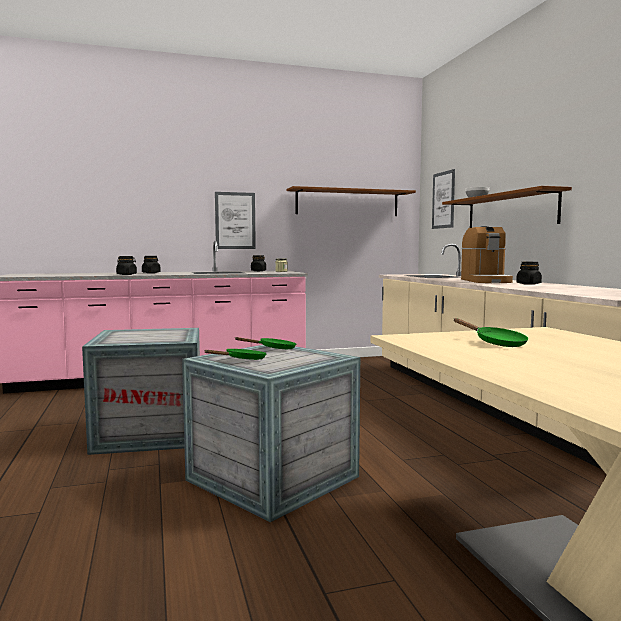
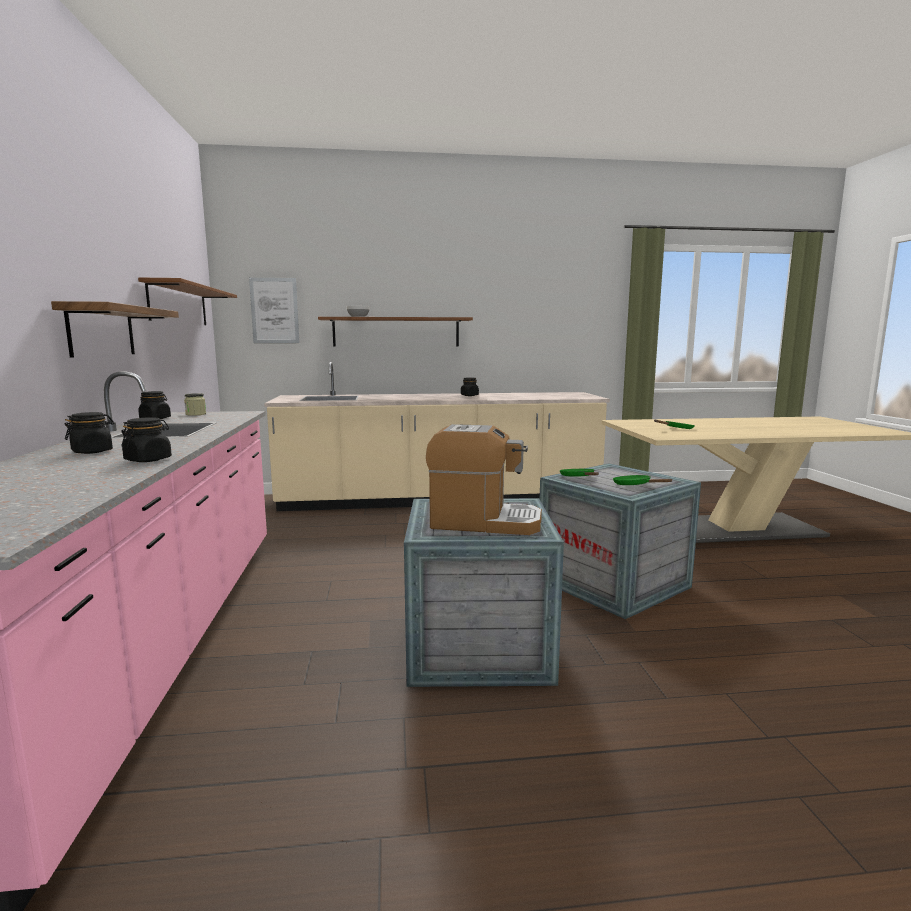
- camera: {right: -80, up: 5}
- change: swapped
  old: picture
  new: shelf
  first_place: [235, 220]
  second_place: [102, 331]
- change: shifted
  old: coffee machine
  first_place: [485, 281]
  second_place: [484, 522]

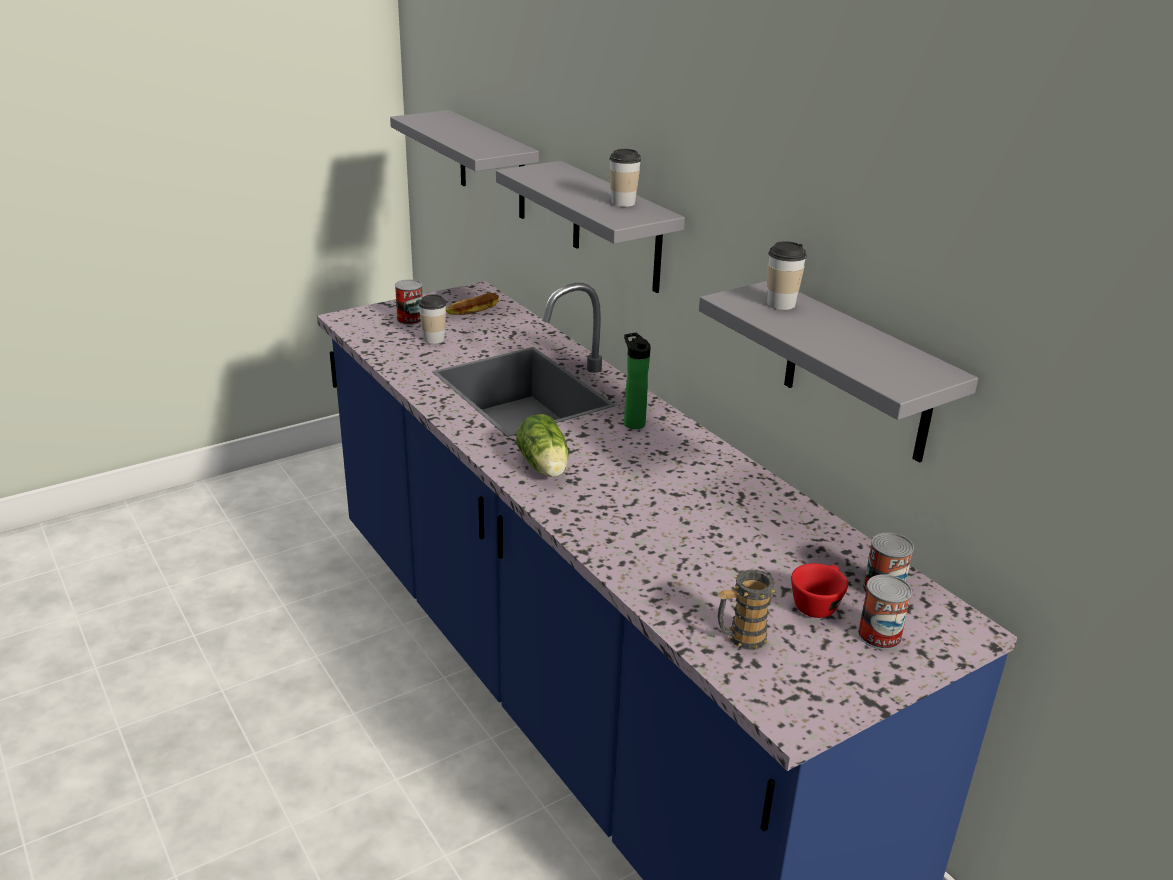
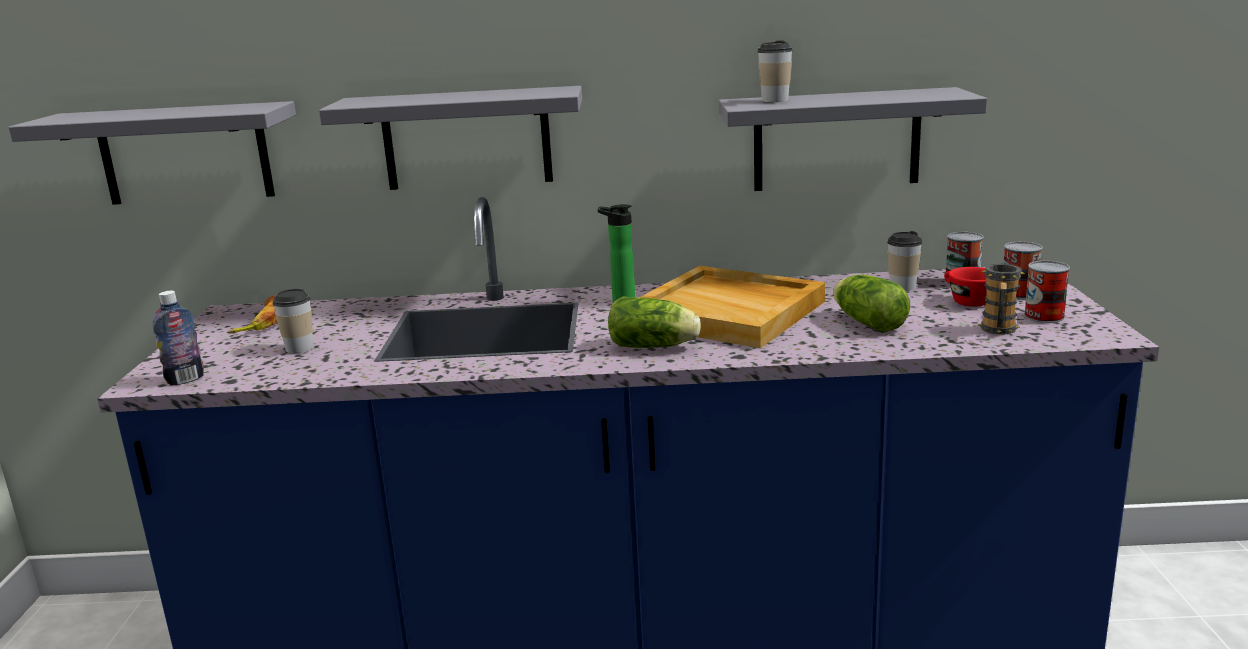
- camera: {right: -55, up: -10}
- change: shifted
  old: can
  first_place: [410, 319]
  second_place: [1044, 316]
- change: shifted
  old: cup
  first_place: [623, 203]
  second_place: [902, 287]
- change: new
  new: bottle
  second_place: [185, 379]
- change: new
  new: beige tray
  second_place: [729, 312]
- change: new
  new: lettuce
  second_place: [866, 322]

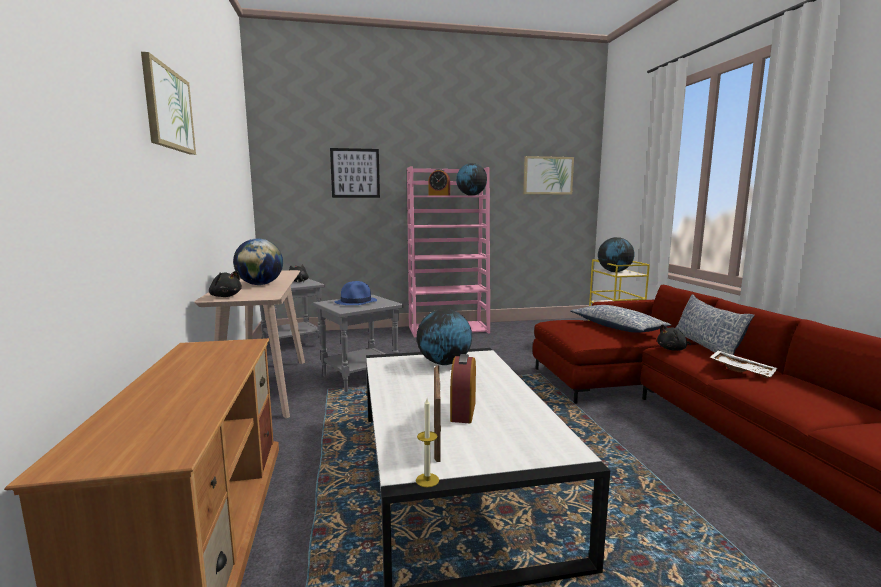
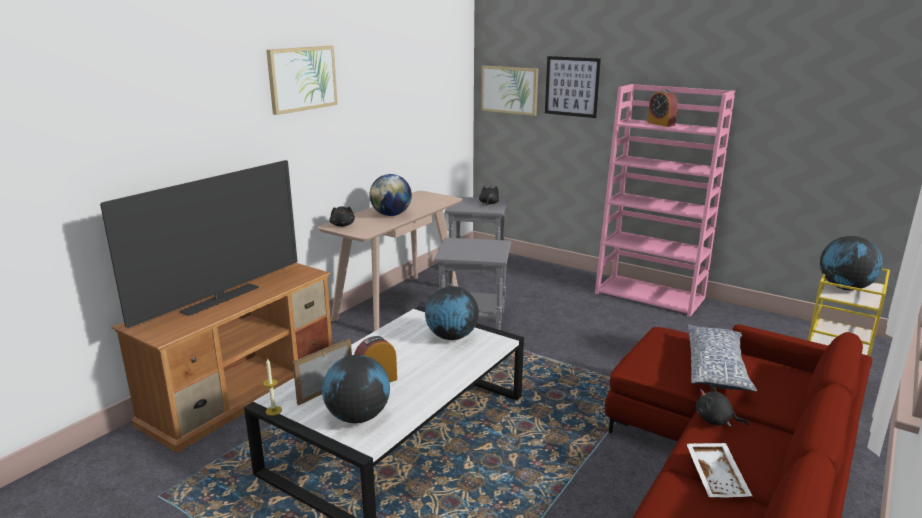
- camera: {right: 45, up: 10}
- change: gone
  old: blue hat
  first_place: [356, 302]
- change: shifted
  old: globe
  first_place: [471, 195]
  second_place: [358, 417]
- change: shifted
  old: picture
  first_place: [548, 175]
  second_place: [509, 90]
- change: gone
  old: pillow
  first_place: [706, 345]
- change: new
  new: television
  second_place: [221, 299]

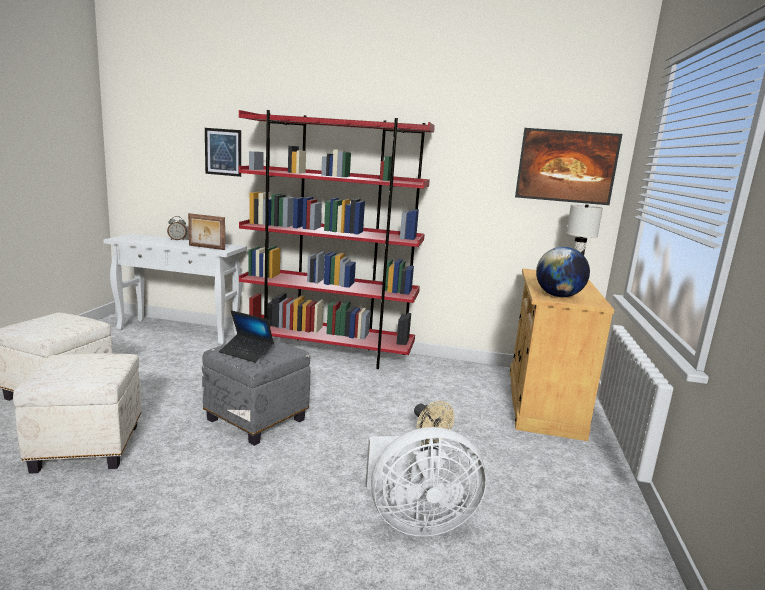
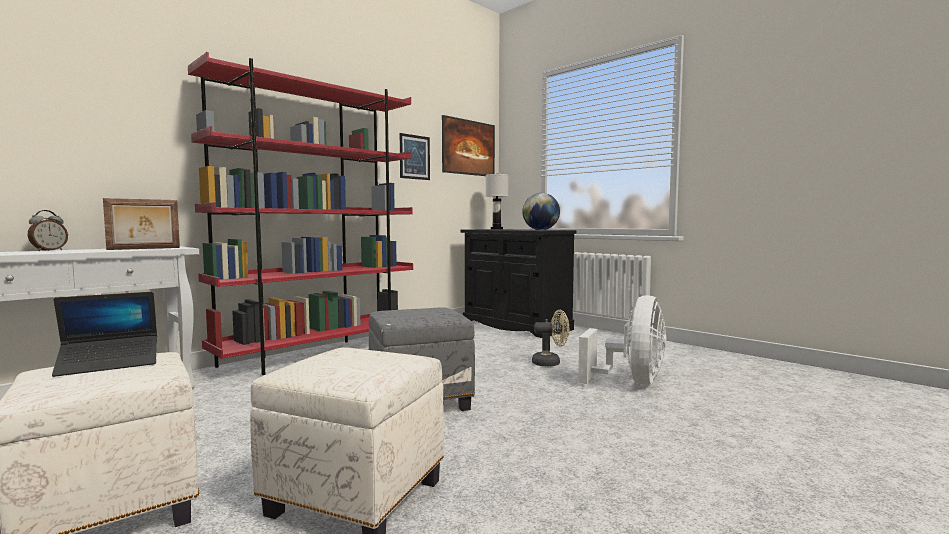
- camera: {right: -55, up: -10}
- change: shifted
  old: picture
  first_place: [223, 152]
  second_place: [414, 157]
- change: shifted
  old: laptop
  first_place: [246, 352]
  second_place: [109, 363]
- change: repainted
  old: beige cabinet
  new: black cabinet
  first_place: [543, 402]
  second_place: [515, 325]

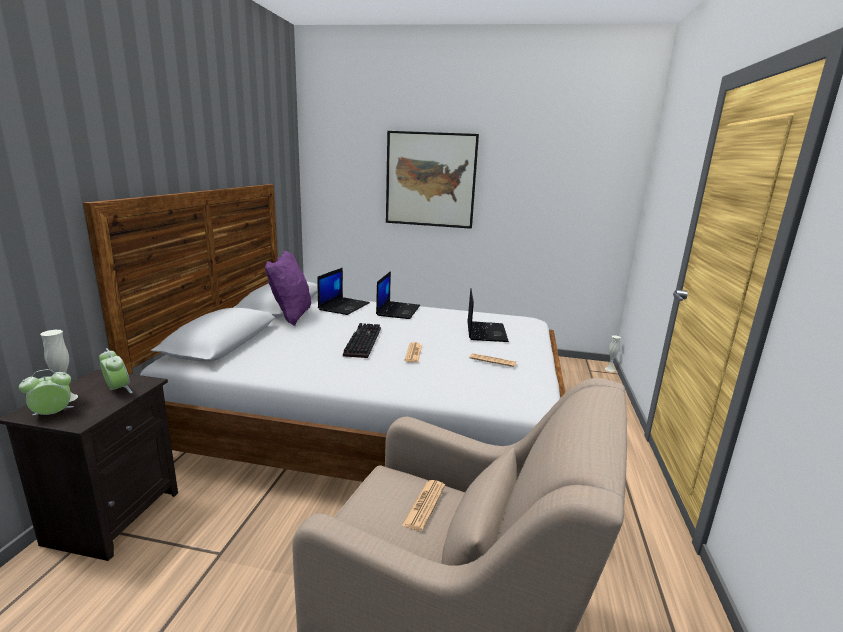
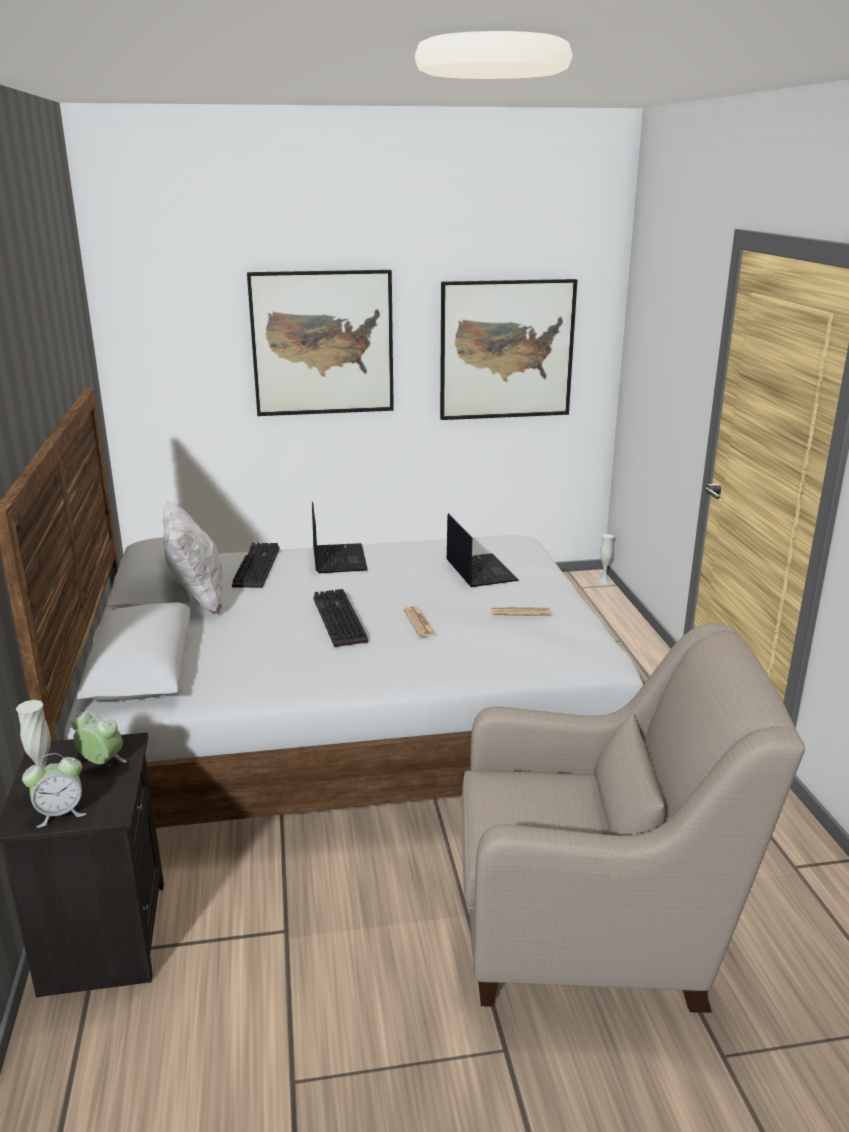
- camera: {right: -20, up: 5}
- change: rotated
  old: alarm clock
  first_place: [53, 414]
  second_place: [60, 813]
  degrees: -150
- change: repainted
  old: purple pillow
  new: white pillow
  first_place: [291, 317]
  second_place: [197, 600]
- change: swapped
  old: laptop
  new: keyboard
  first_place: [344, 306]
  second_place: [255, 566]
- change: gone
  old: newspaper
  first_place: [424, 505]
- change: new
  new: picture
  second_place: [506, 349]

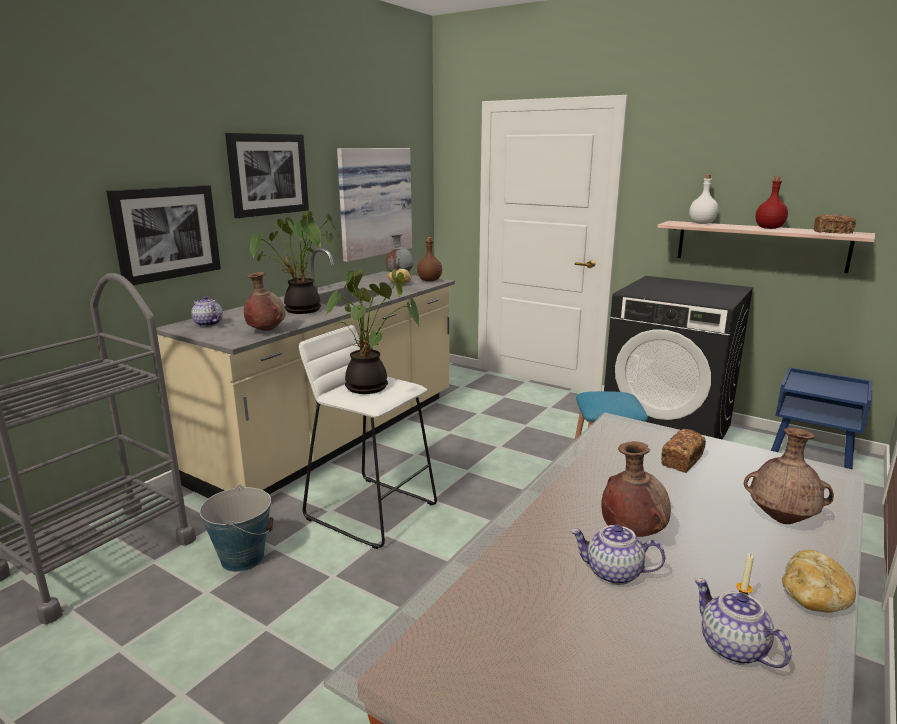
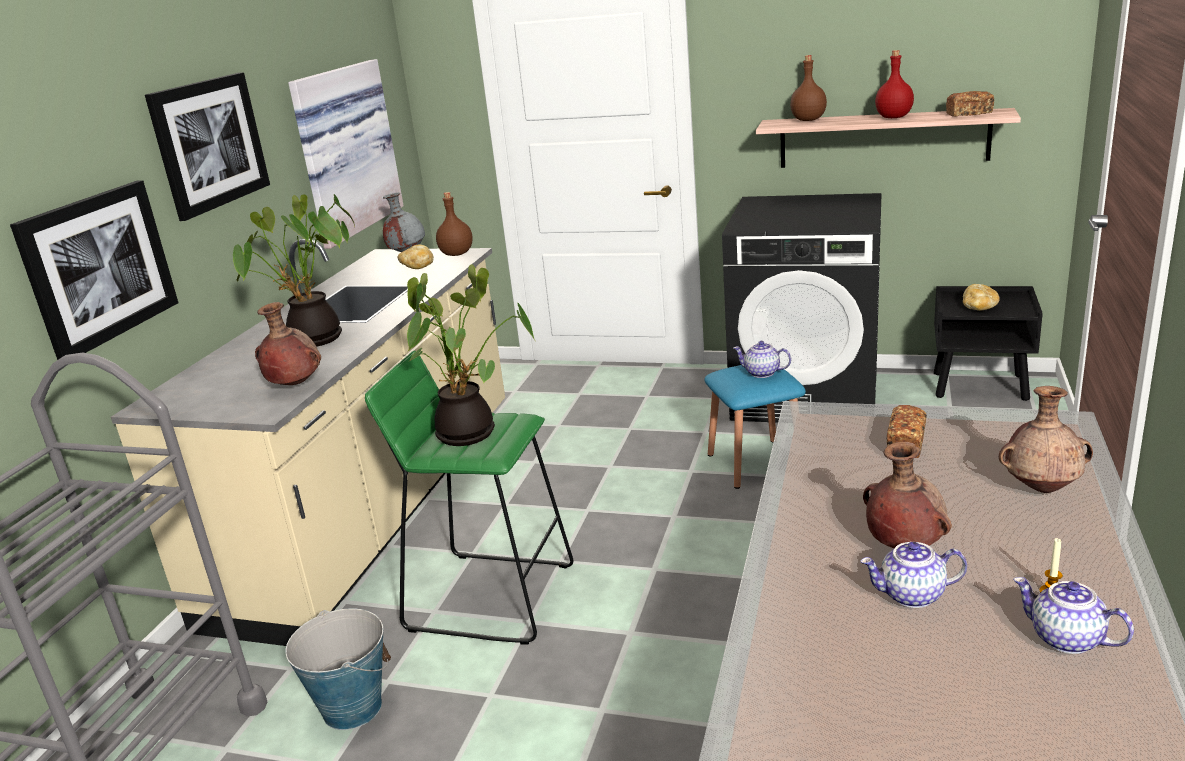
- camera: {right: -15, up: 5}
- change: shifted
  old: teapot
  first_place: [208, 324]
  second_place: [761, 373]
- change: repainted
  old: white stool
  new: green stool
  first_place: [371, 510]
  second_place: [490, 596]
- change: repainted
  old: white bottle
  new: brown bottle
  first_place: [701, 223]
  second_place: [808, 120]
- change: repainted
  old: blue nightstand
  new: black nightstand
  first_place: [813, 453]
  second_place: [981, 386]
- change: shifted
  old: bread
  first_place: [813, 598]
  second_place: [979, 307]

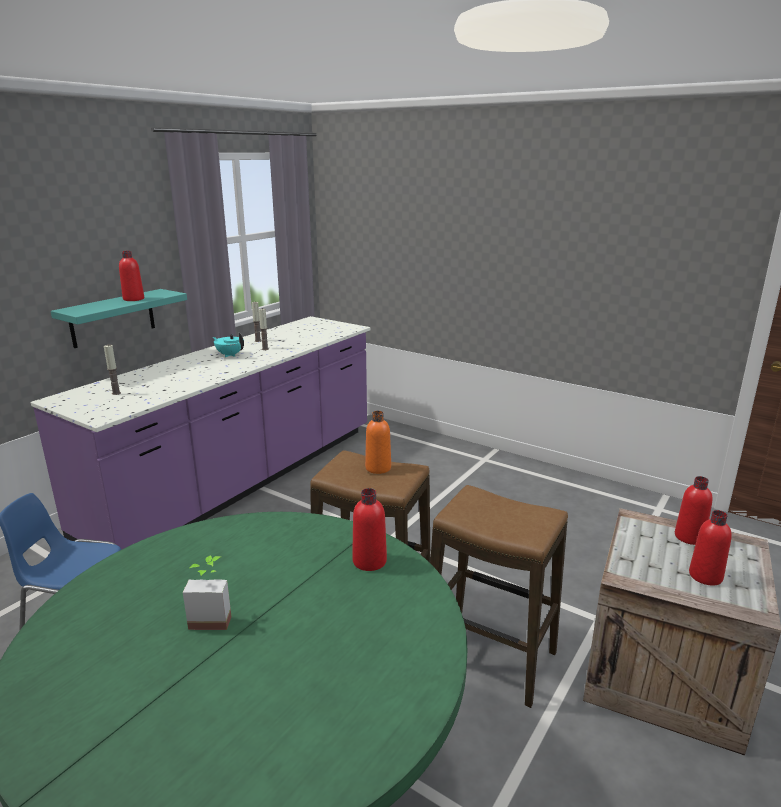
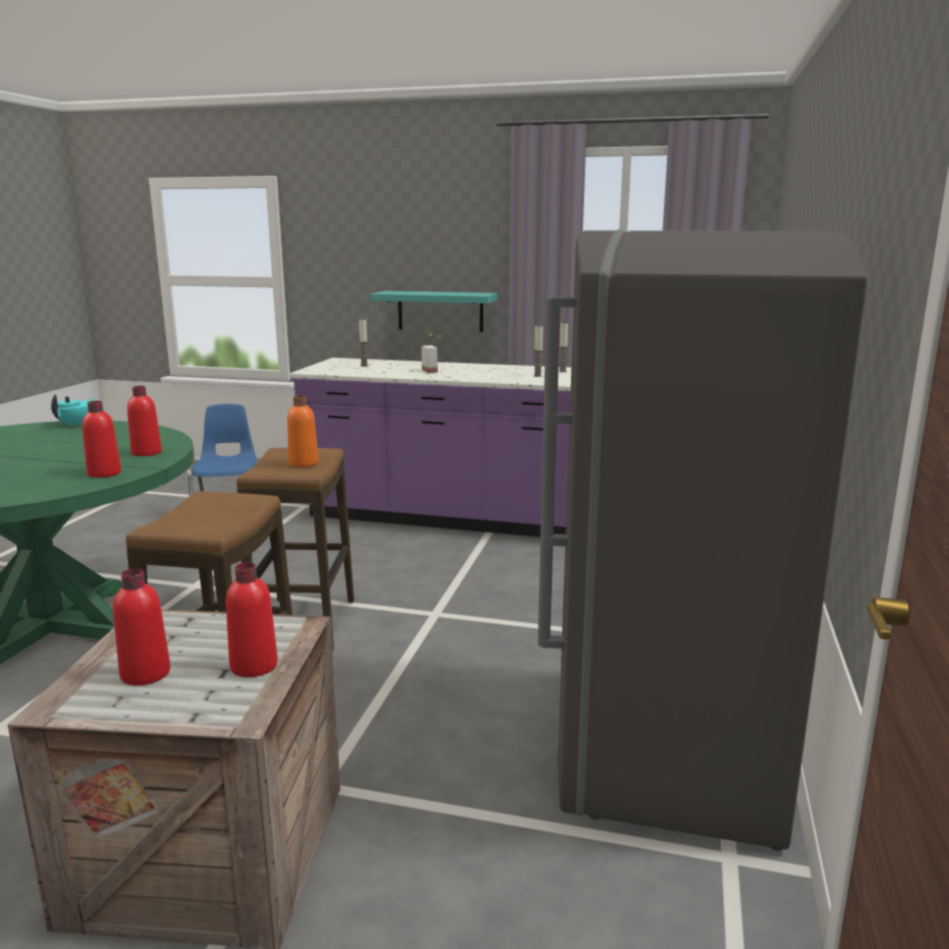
- camera: {right: 70, up: -5}
- change: shifted
  old: red bottle
  first_place: [133, 299]
  second_place: [146, 453]
- change: shifted
  old: potted plant
  first_place: [212, 617]
  second_place: [433, 371]
- change: shifted
  old: turquoise teapot
  first_place: [230, 355]
  second_place: [76, 424]
- change: new
  new: grey fridge
  second_place: [668, 750]

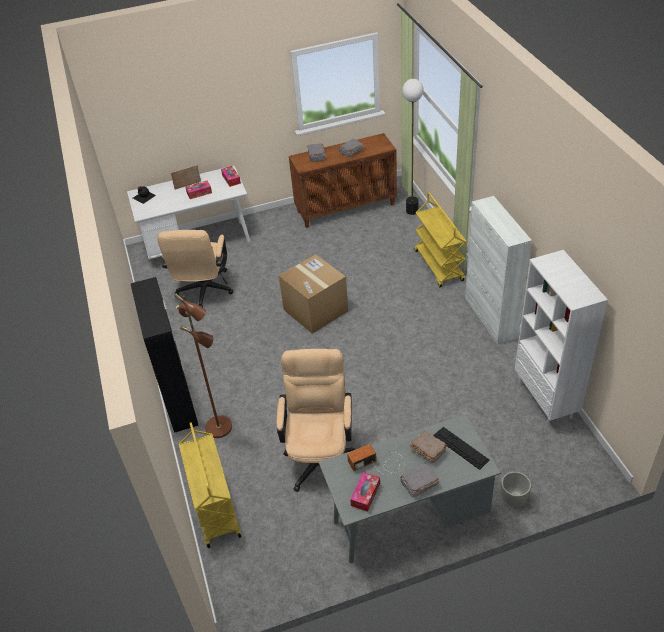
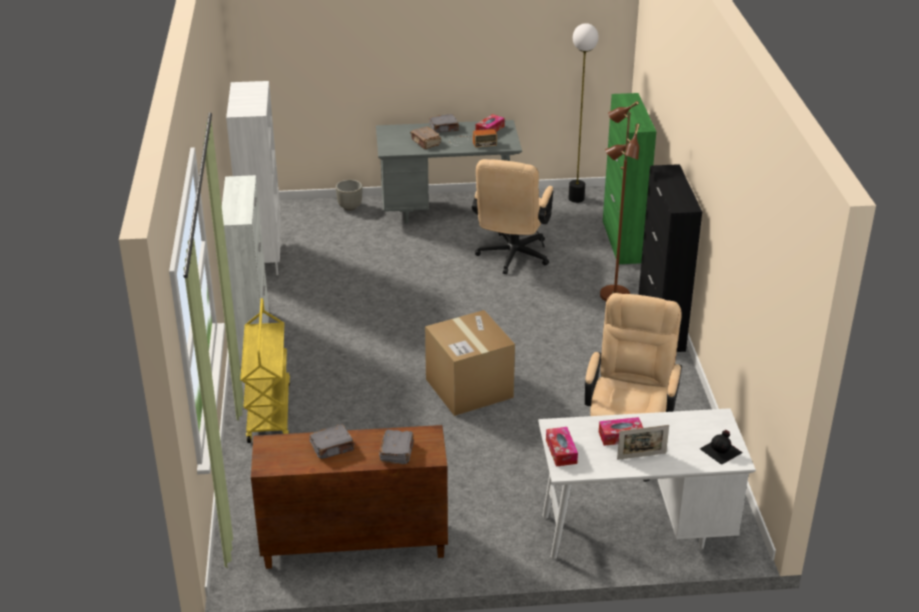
- camera: {right: -170, up: -10}
- change: swapped
  old: yellow cart
  new: green cabinet
  first_place: [214, 508]
  second_place: [622, 242]
- change: shifted
  old: floor lamp
  first_place: [412, 211]
  second_place: [576, 198]
- change: gone
  old: keyboard
  first_place: [461, 447]

